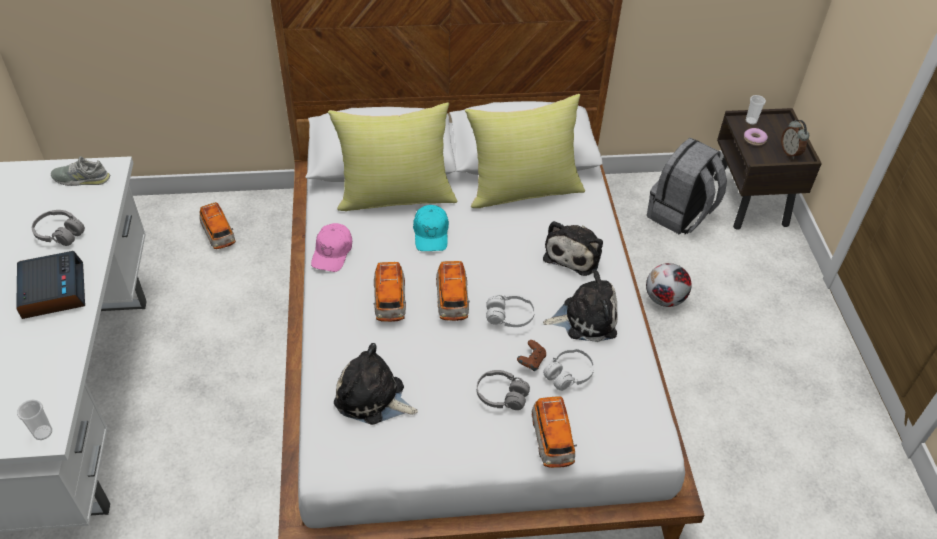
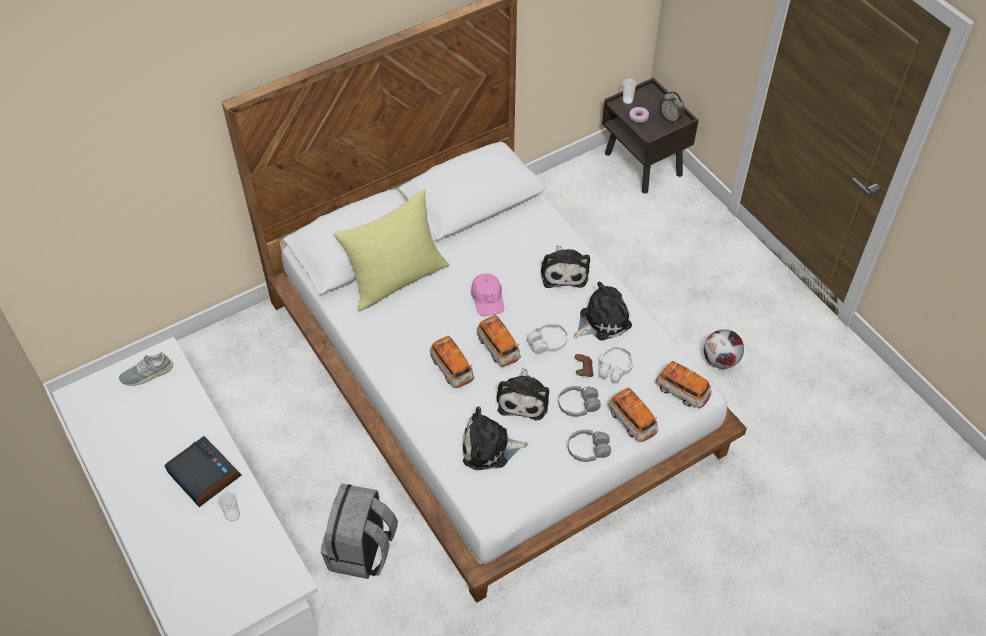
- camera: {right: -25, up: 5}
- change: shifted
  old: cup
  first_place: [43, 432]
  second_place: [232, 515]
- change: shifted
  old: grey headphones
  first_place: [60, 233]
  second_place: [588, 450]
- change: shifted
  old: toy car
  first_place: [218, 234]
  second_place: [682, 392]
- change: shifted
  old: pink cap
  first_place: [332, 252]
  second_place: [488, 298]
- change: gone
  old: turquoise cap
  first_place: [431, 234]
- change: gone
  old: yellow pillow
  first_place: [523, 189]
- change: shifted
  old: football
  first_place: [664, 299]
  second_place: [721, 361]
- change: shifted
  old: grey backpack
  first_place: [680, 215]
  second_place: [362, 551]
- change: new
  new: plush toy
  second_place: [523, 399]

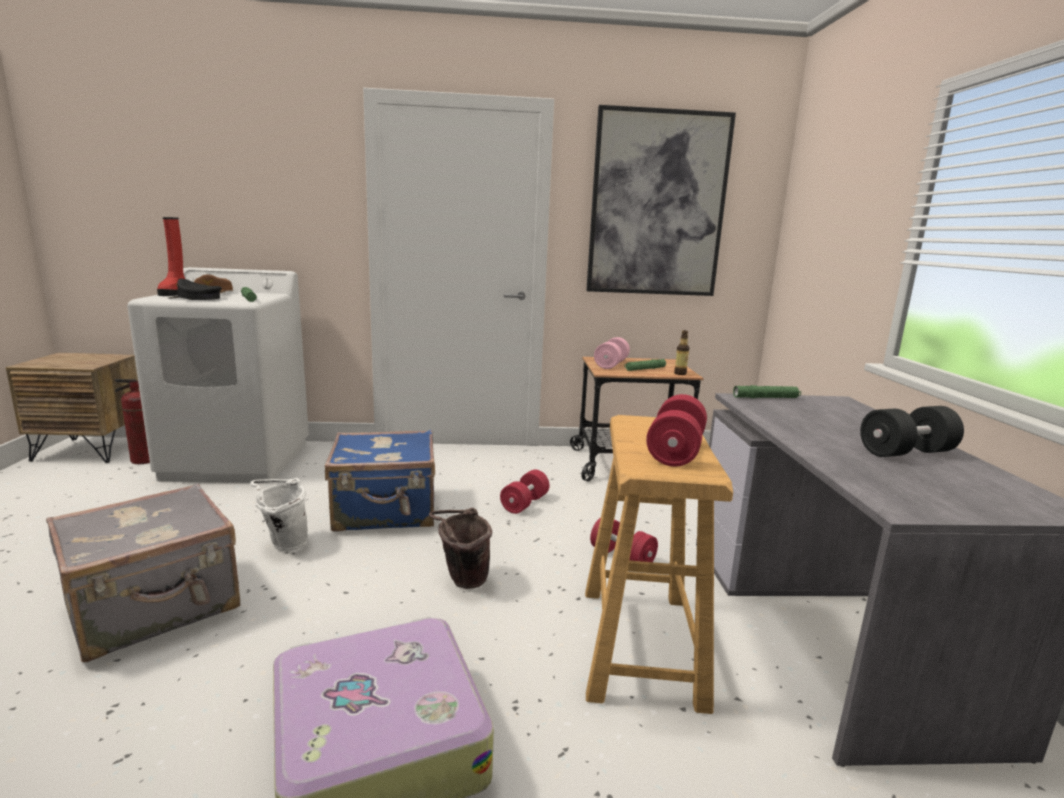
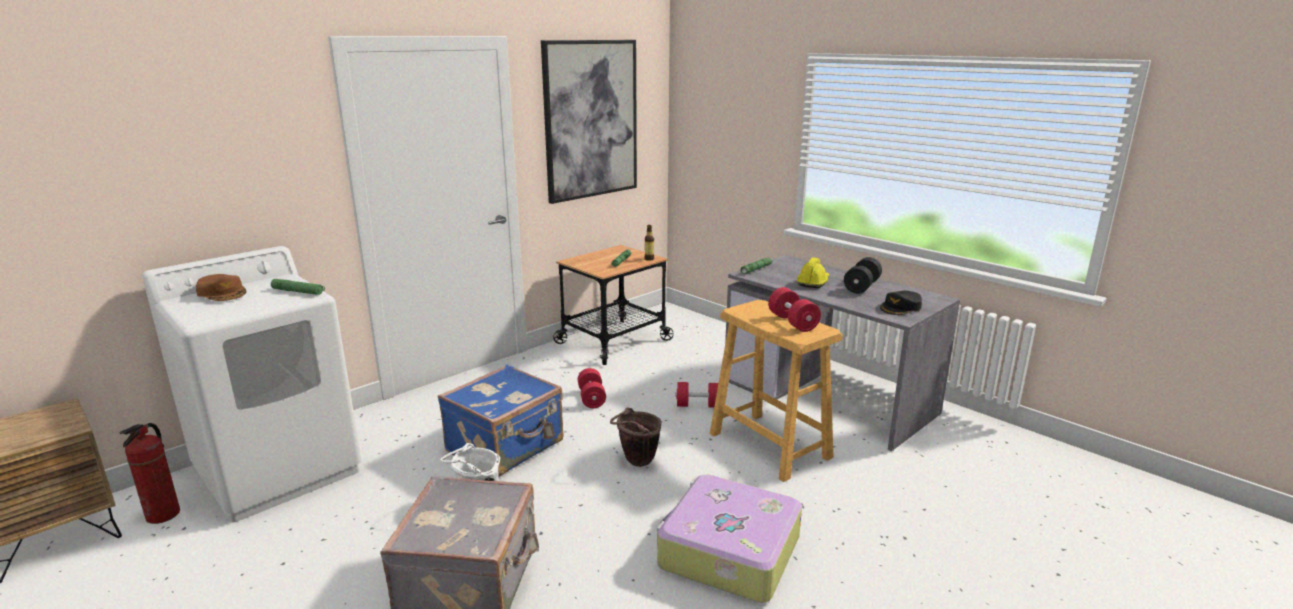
- camera: {right: -40, up: 5}
- change: gone
  old: red boot
  first_place: [174, 293]
- change: shifted
  old: black cap
  first_place: [195, 298]
  second_place: [901, 308]
- change: gone
  old: pink dumbbell
  first_place: [611, 364]
- change: new
  new: yellow hard hat
  second_place: [813, 282]

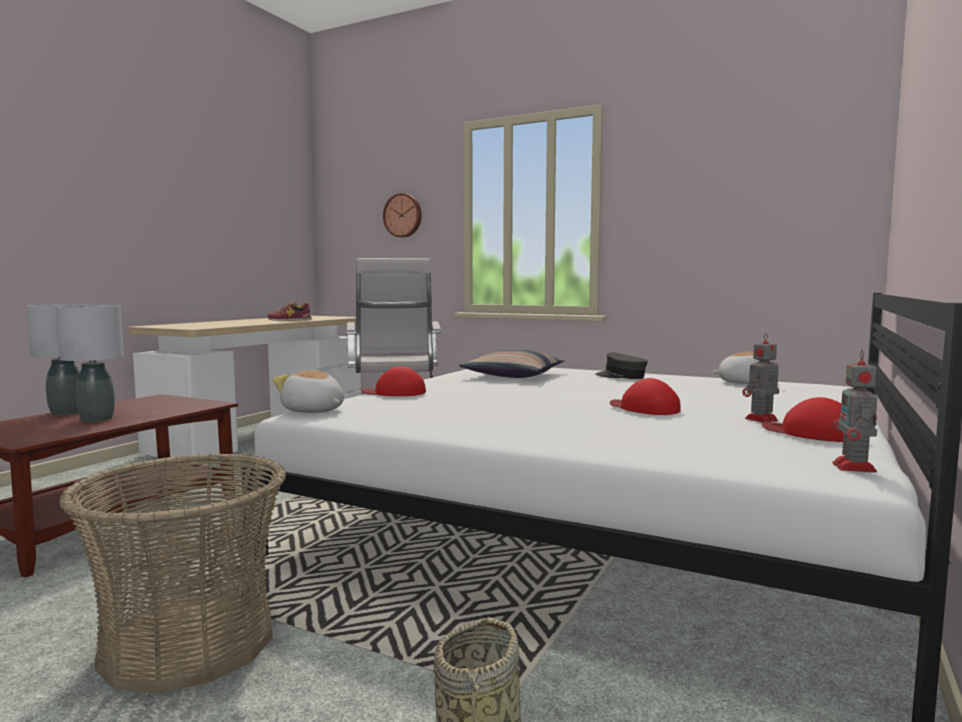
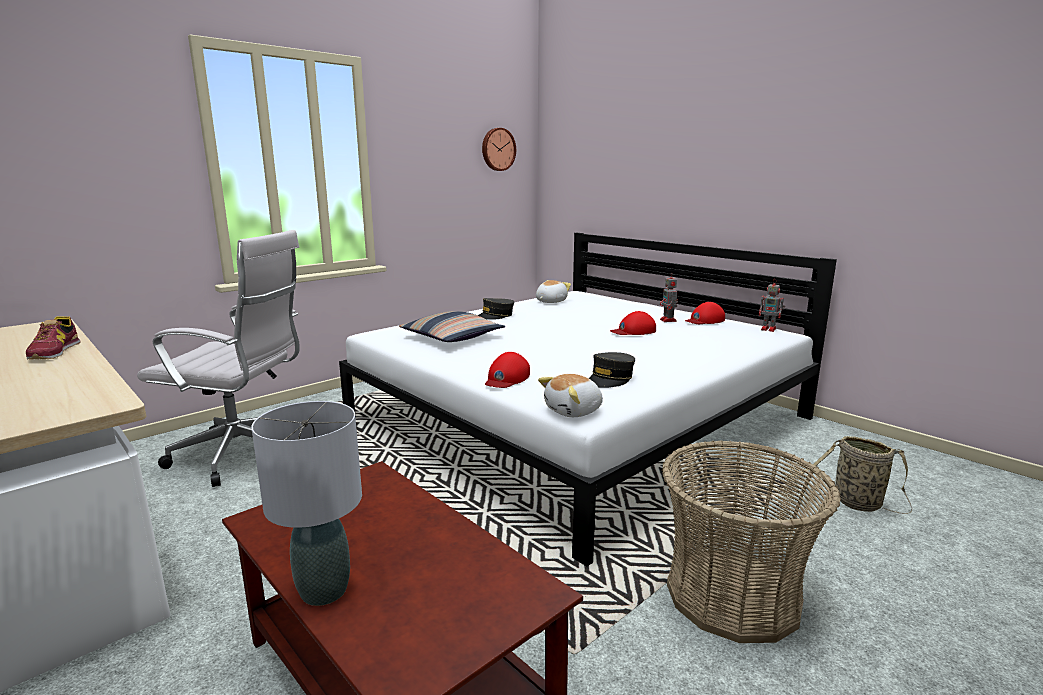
- camera: {right: -70, up: 10}
- change: gone
  old: grey table lamp
  first_place: [96, 419]
- change: shifted
  old: wall clock
  first_place: [403, 215]
  second_place: [497, 149]
- change: new
  new: grey cap
  second_place: [610, 379]

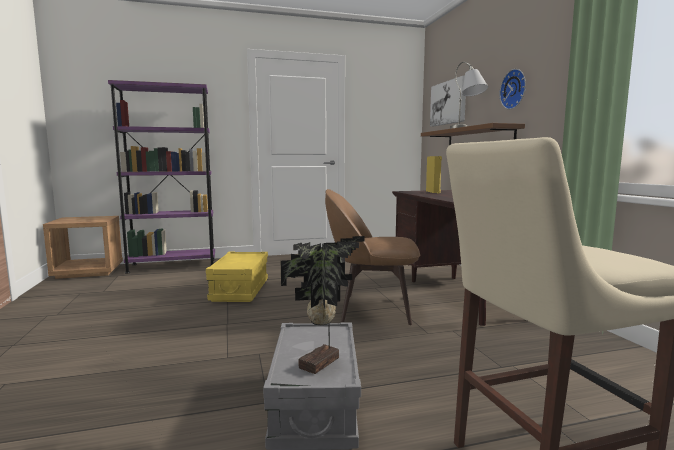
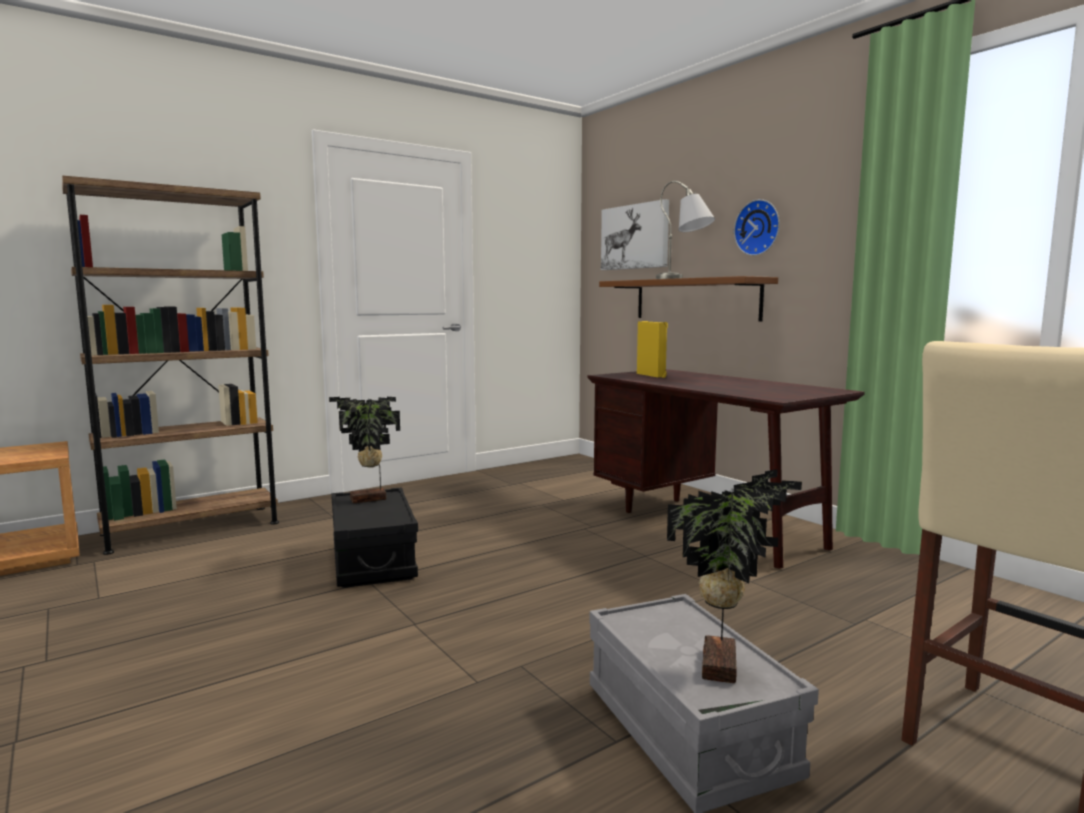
- camera: {right: -20, up: 0}
- change: repainted
  old: purple bookcase
  new: brown bookcase
  first_place: [172, 266]
  second_place: [192, 528]
- change: repainted
  old: yellow storage box
  new: black storage box
  first_place: [240, 290]
  second_place: [373, 560]
- change: gone
  old: brown chair
  first_place: [372, 308]
- change: new
  new: potted plant
  second_place: [369, 500]

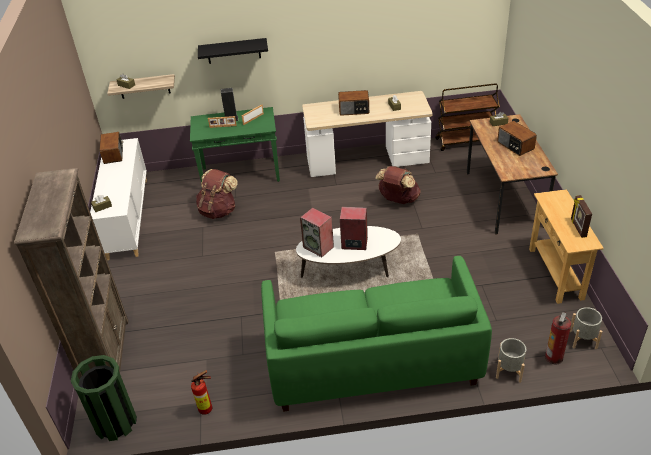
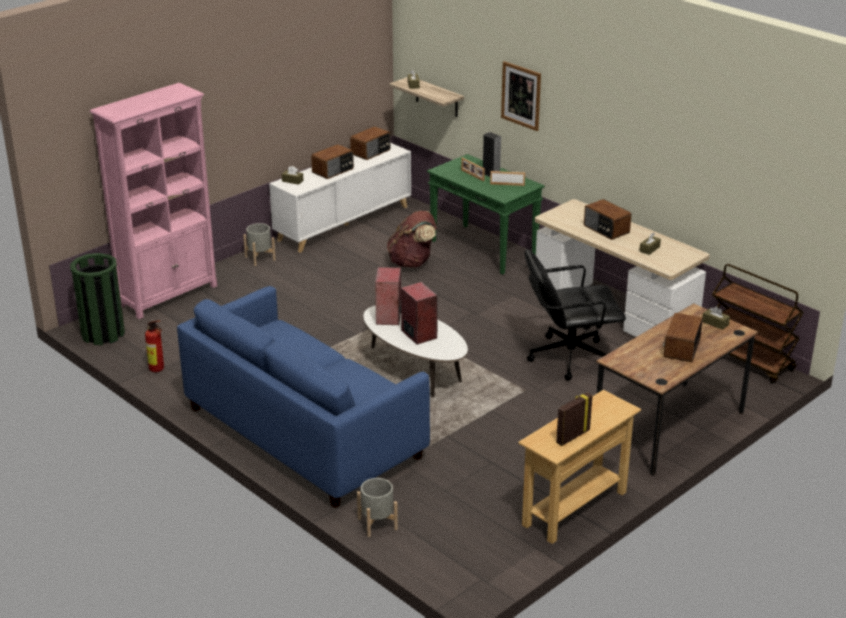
- camera: {right: 50, up: -10}
- change: repainted
  old: brown bookcase
  new: pink bookcase
  first_place: [107, 355]
  second_place: [169, 295]
- change: swapped
  old: black shelf
  new: picture
  first_place: [233, 51]
  second_place: [521, 95]
- change: repainted
  old: green sofa
  new: blue sofa
  first_place: [372, 360]
  second_place: [303, 433]
- change: swapped
  old: brown backpack
  new: black office chair
  first_place: [398, 200]
  second_place: [568, 357]
- change: gone
  old: fire extinguisher
  first_place: [554, 357]
- change: shifted
  old: grey planter
  first_place: [583, 339]
  second_place: [260, 258]
- change: new
  new: radio
  second_place: [333, 171]

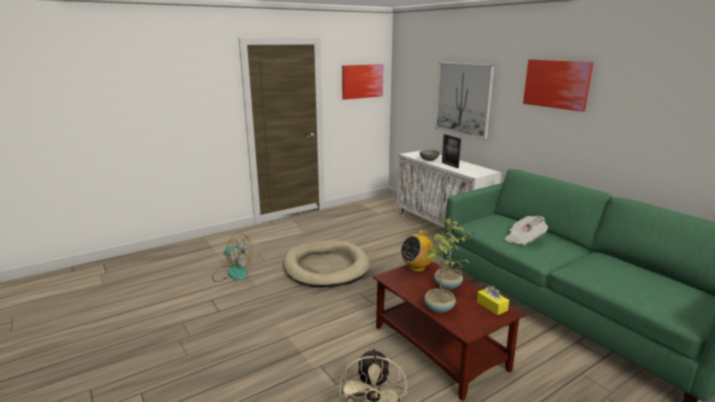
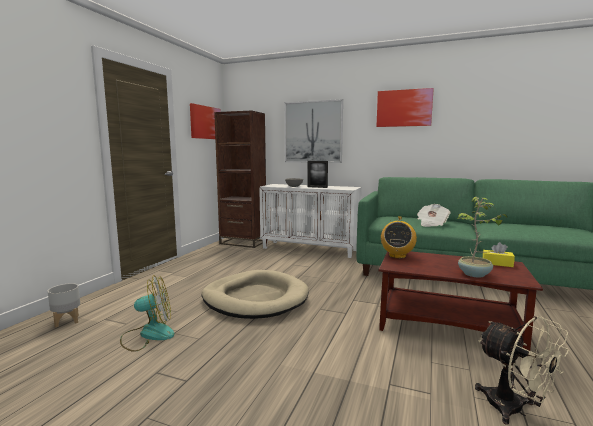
- camera: {right: -35, up: -10}
- change: gone
  old: potted plant
  first_place: [448, 286]
- change: new
  new: grey planter
  second_place: [67, 321]
- change: new
  new: brown bookcase
  second_place: [243, 242]

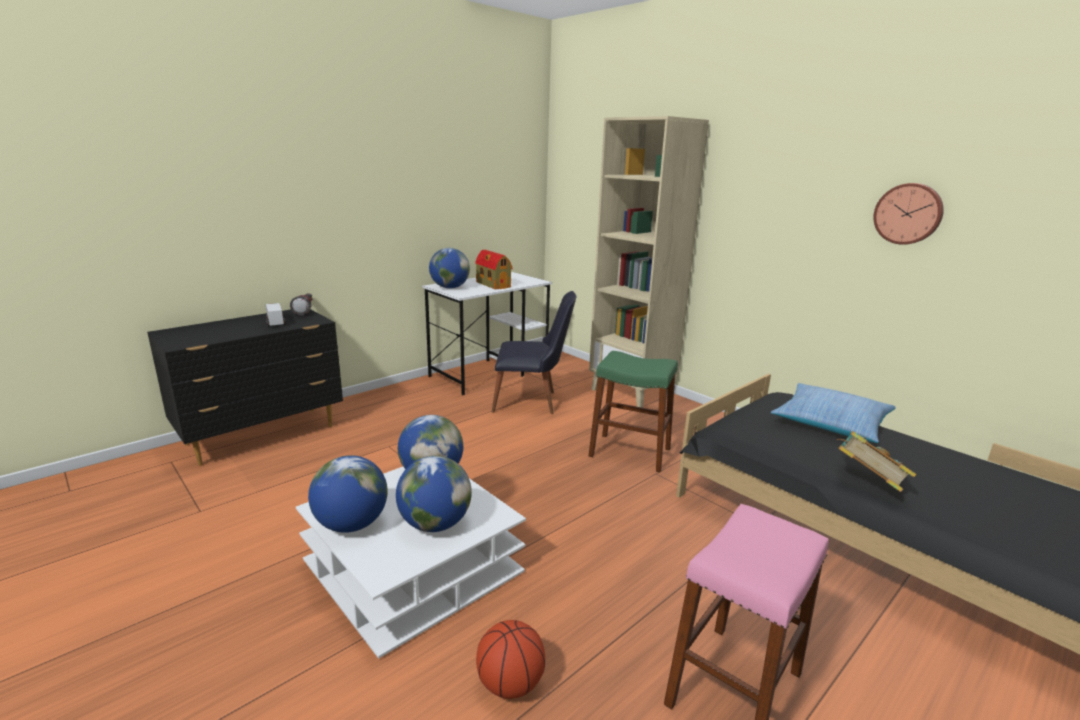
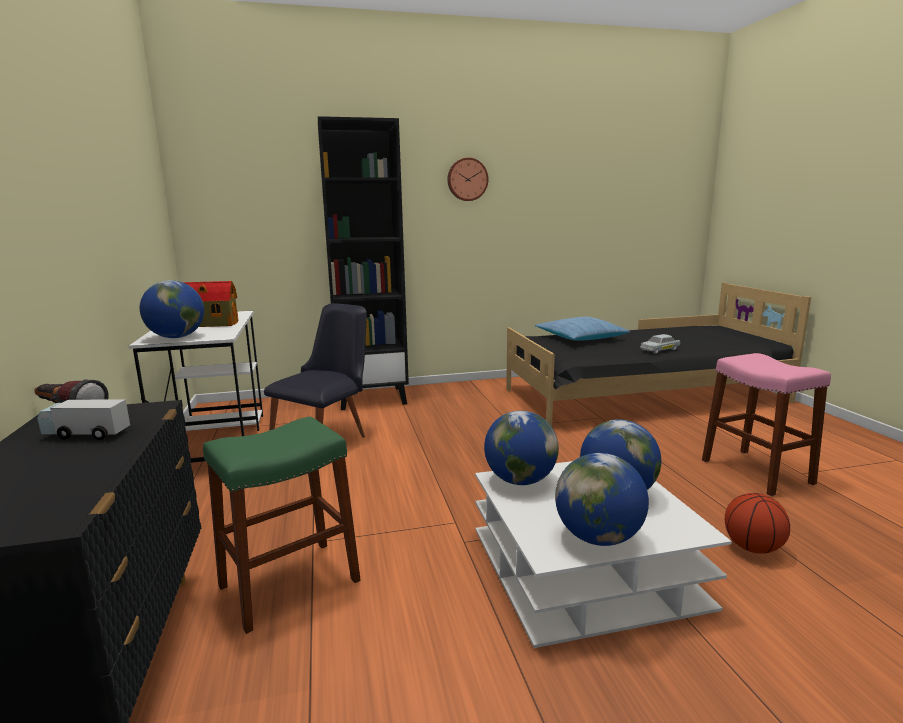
- camera: {right: -60, up: -5}
- change: repainted
  old: beige bookcase
  new: black bookcase
  first_place: [632, 392]
  second_place: [372, 398]
- change: shifted
  old: green stool
  first_place: [630, 452]
  second_place: [289, 583]
- change: swapped
  old: book
  new: white toy car
  first_place: [866, 483]
  second_place: [659, 350]
- change: shifted
  old: wall clock
  first_place: [908, 213]
  second_place: [467, 179]

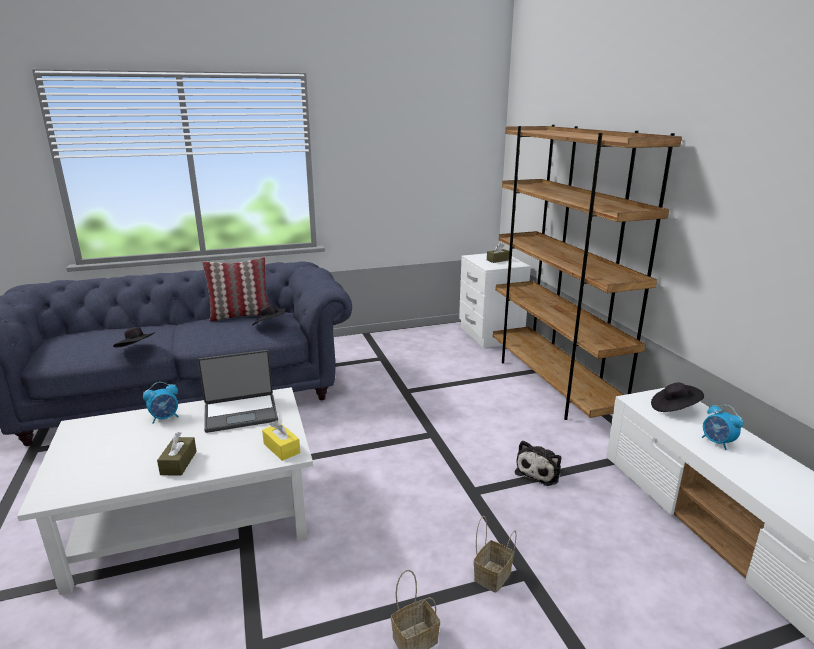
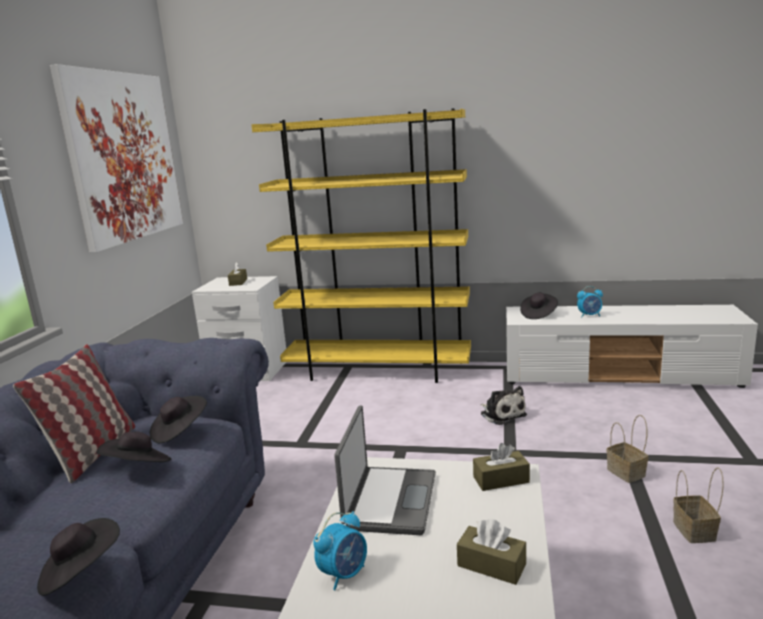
- camera: {right: -60, up: -5}
- change: rotated
  old: alarm clock
  first_place: [165, 418]
  second_place: [344, 574]
  degrees: 45
- change: repainted
  old: yellow tissue box
  new: brown tissue box
  first_place: [281, 448]
  second_place: [501, 479]
- change: repainted
  old: brown bookcase
  new: yellow bookcase
  first_place: [553, 385]
  second_place: [378, 371]
- change: new
  new: picture
  second_place: [123, 157]
- change: new
  new: black hat
  second_place: [138, 467]

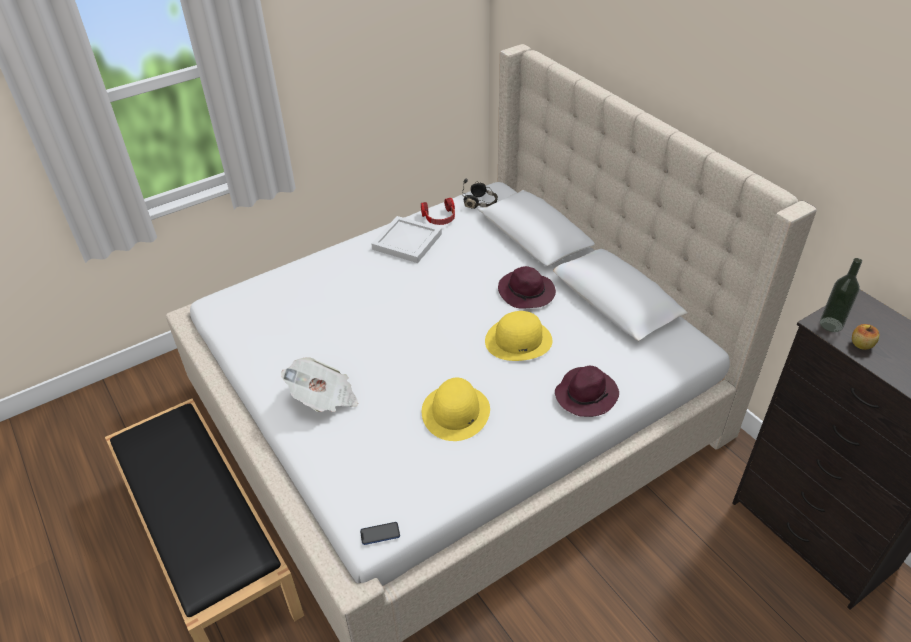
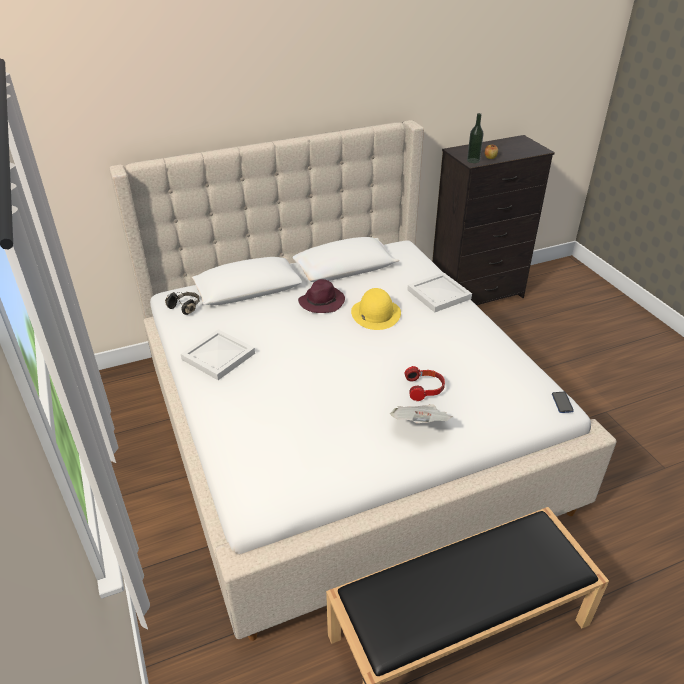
- camera: {right: -80, up: -5}
- change: shifted
  old: headphones
  first_place: [439, 218]
  second_place: [425, 388]
- change: gone
  old: yellow hat
  first_place: [456, 412]
- change: swapped
  old: purple hat
  new: white tray
  first_place: [586, 394]
  second_place: [438, 294]

